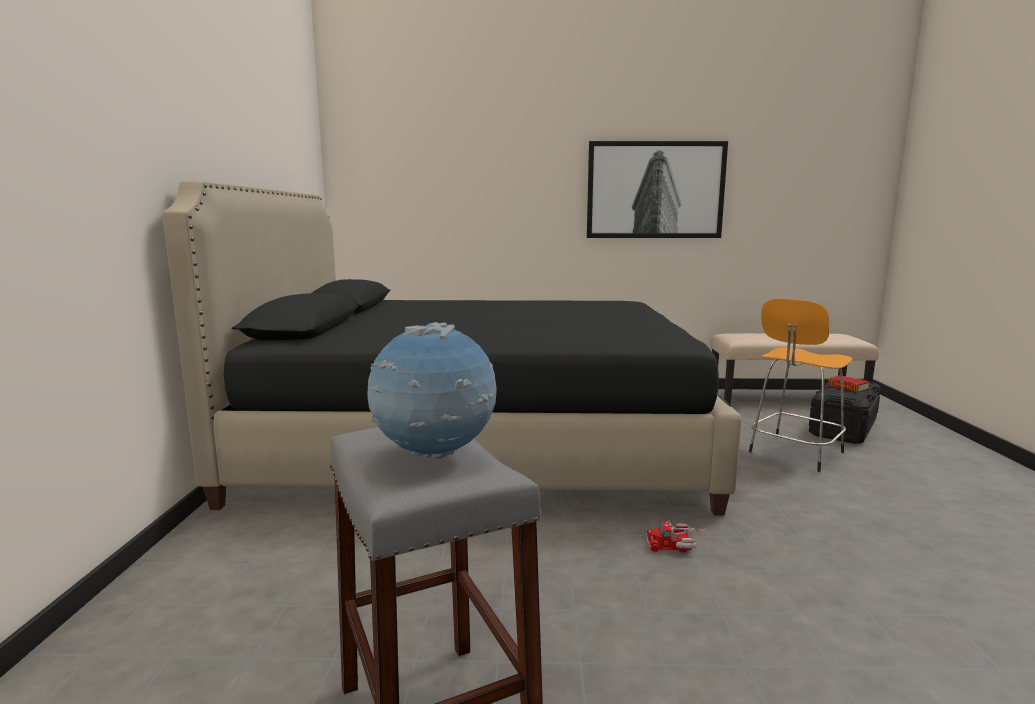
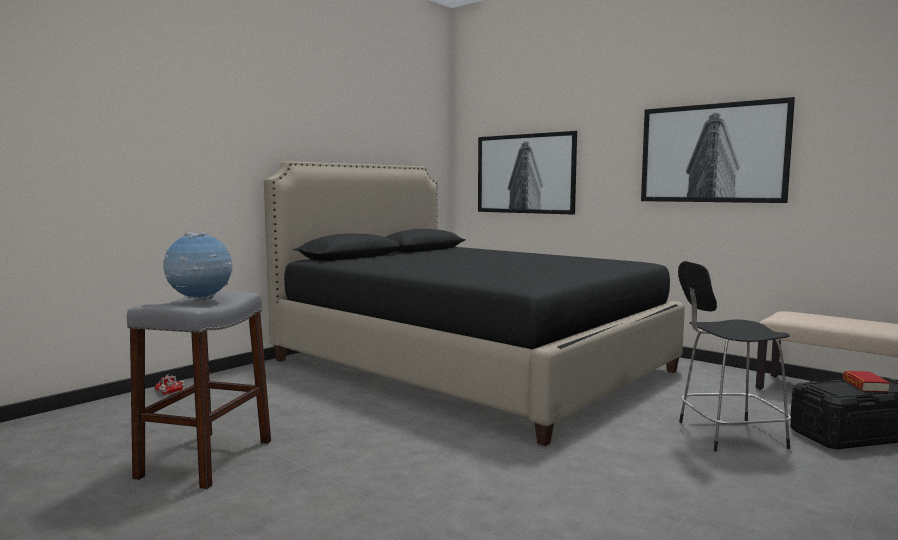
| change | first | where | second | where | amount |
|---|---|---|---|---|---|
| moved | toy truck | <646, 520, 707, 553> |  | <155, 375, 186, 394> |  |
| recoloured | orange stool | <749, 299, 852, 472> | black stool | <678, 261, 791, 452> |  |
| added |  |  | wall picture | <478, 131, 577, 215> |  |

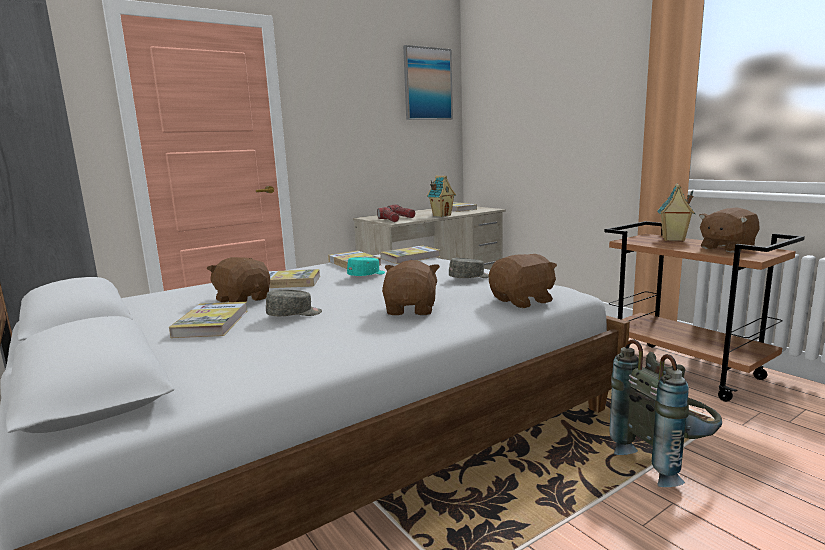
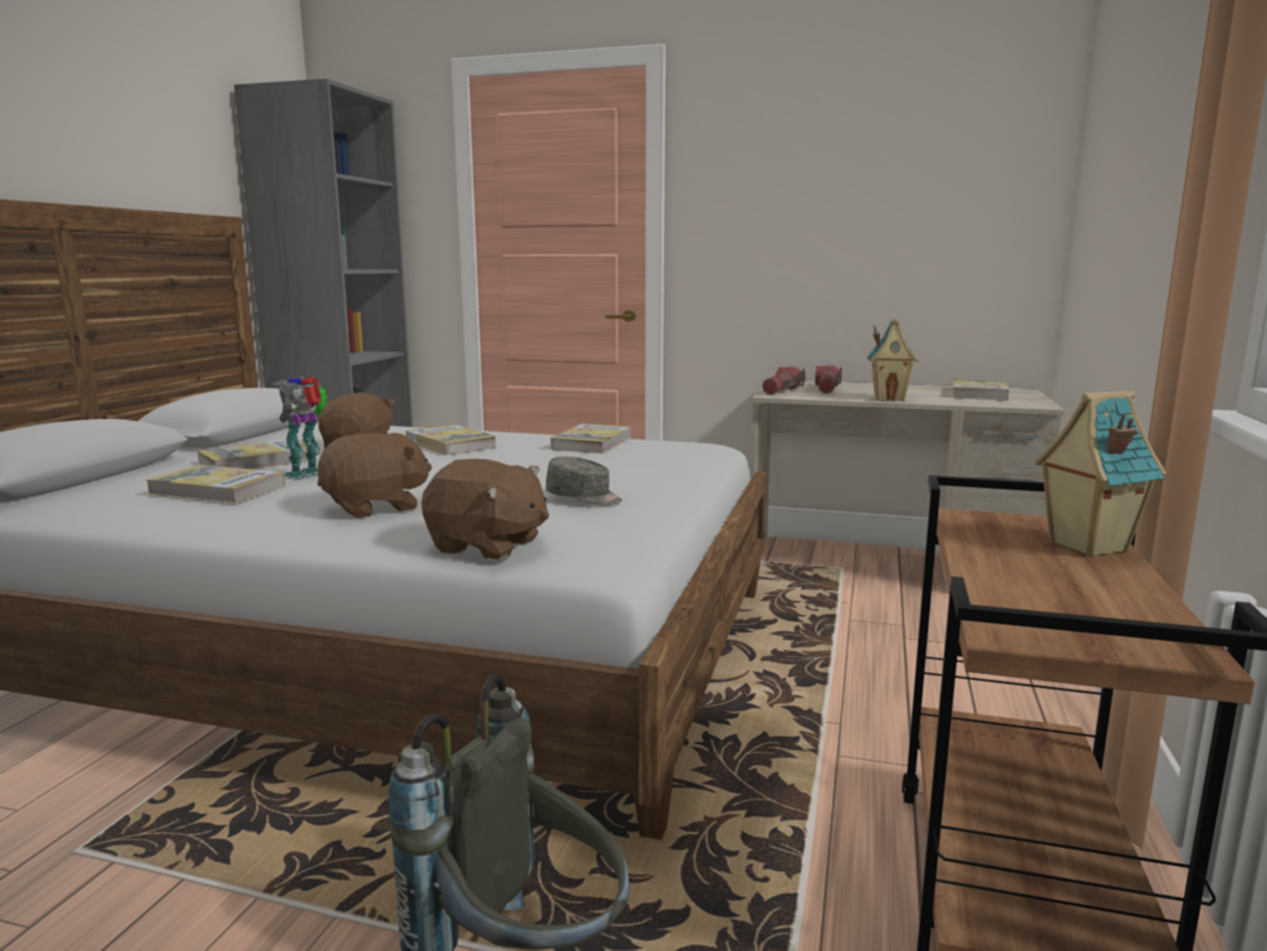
| change | first | where | second | where | amount |
|---|---|---|---|---|---|
| replaced | grey cap | <266, 290, 322, 316> | toy robot | <272, 376, 327, 480> |  |
| removed | blue-green cap | <347, 257, 385, 276> |  |  |  |
| moved | volume | <380, 245, 441, 264> |  | <146, 465, 285, 504> |  |
| removed | wall picture | <403, 45, 453, 120> |  |  |  |
| removed | brownish soft toy | <699, 208, 759, 253> |  |  |  |

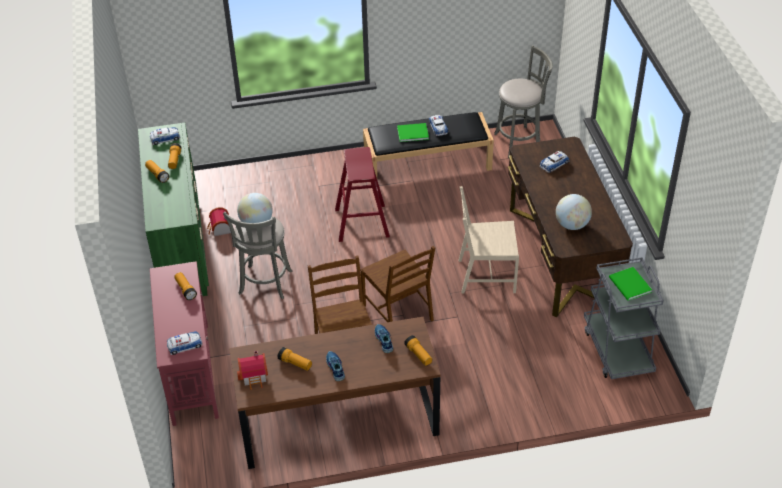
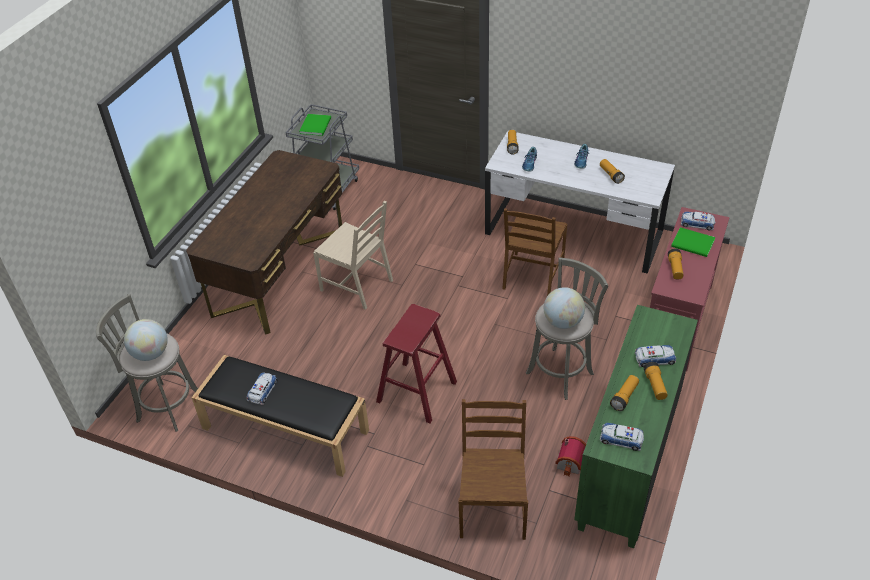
| change | first | where | second | where | amount |
|---|---|---|---|---|---|
| recoloured | brownish desk | <229, 317, 441, 469> | white-coloured desk | <485, 131, 675, 274> |  |
| removed | toy house | <237, 351, 268, 390> |  |  |  |
| moved | brownish chair | <361, 246, 435, 322> |  | <459, 399, 528, 540> |  |
| moved | greenish volume | <397, 123, 429, 142> |  | <671, 227, 715, 257> |  |
| moved | model car | <540, 151, 569, 173> |  | <635, 345, 676, 367> |  |
| moved | world globe | <556, 194, 592, 230> |  | <124, 319, 168, 361> |  |

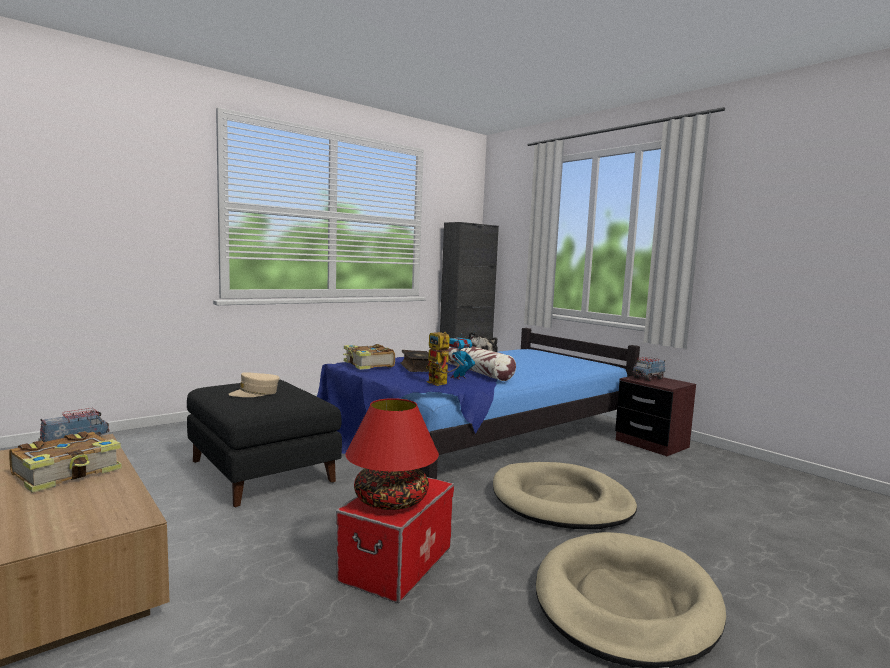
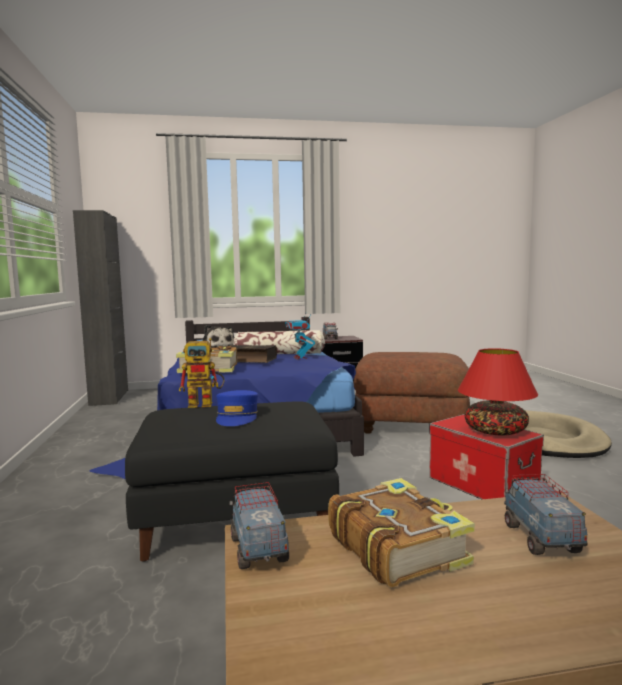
| change | first | where | second | where | amount |
|---|---|---|---|---|---|
| recoloured | sand-coloured cap | <228, 372, 280, 397> | blue cap | <216, 390, 258, 426> |  |
| moved | toy robot | <426, 332, 459, 386> |  | <179, 338, 225, 408> |  |
| replaced | sand-coloured dog cushion | <493, 462, 637, 529> | brownish pouffe | <354, 352, 470, 434> |  |
| added |  |  | toy truck | <504, 474, 588, 555> |  |

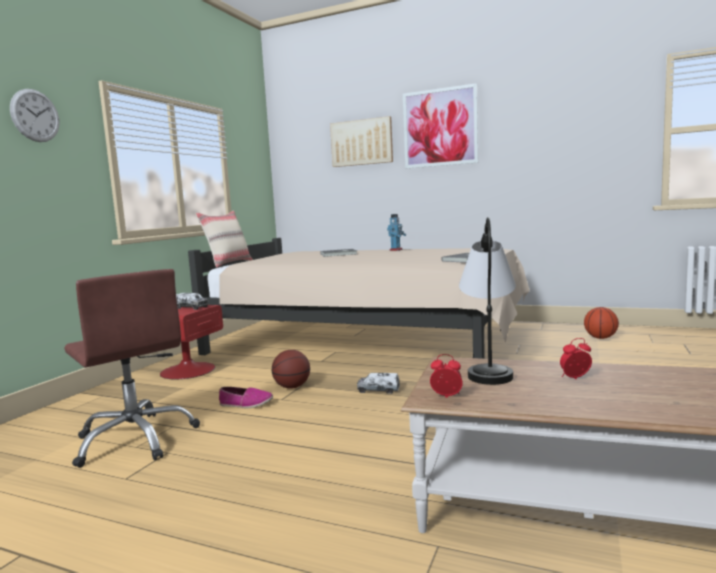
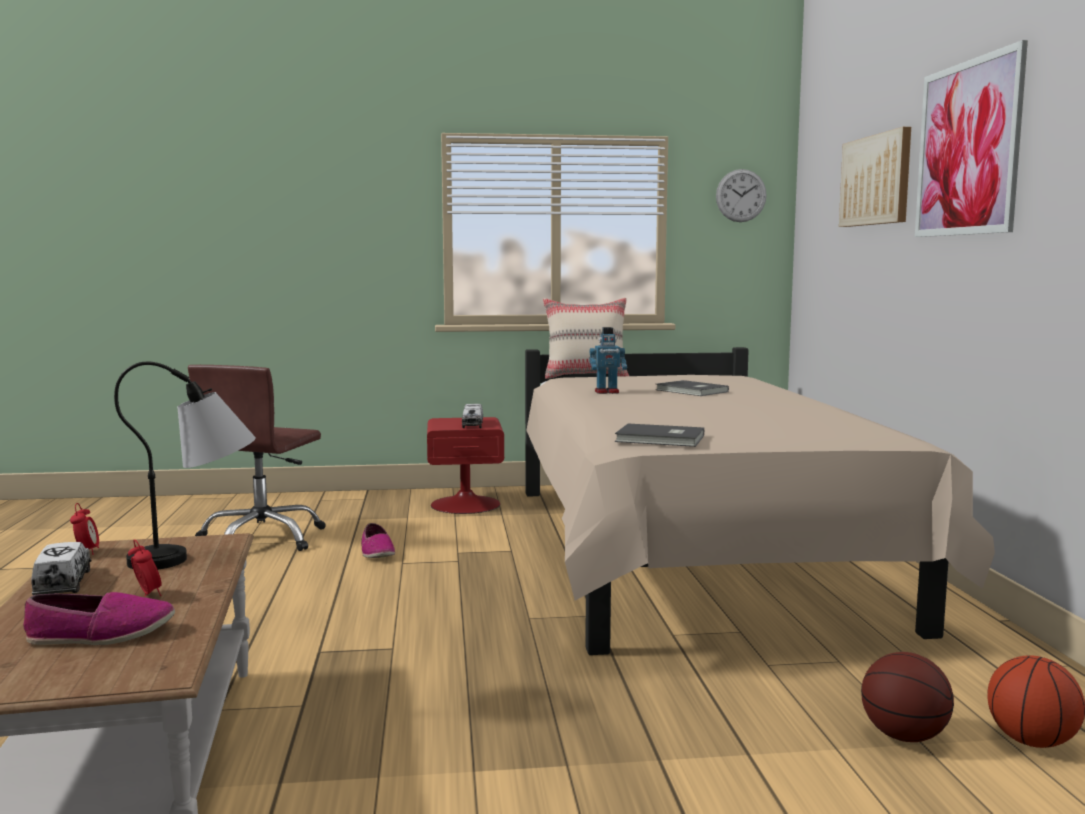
| change | first | where | second | where | amount |
|---|---|---|---|---|---|
| moved | hanging clock | <10, 89, 59, 142> |  | <716, 169, 767, 222> |  |
| moved | ball for basketball | <272, 350, 310, 389> |  | <861, 652, 954, 742> |  |
| moved | toy truck | <357, 373, 400, 394> |  | <32, 542, 91, 595> |  |
| moved | toy robot | <387, 214, 406, 251> |  | <590, 327, 627, 394> |  |
| added |  |  | shoe | <23, 592, 175, 645> |  |

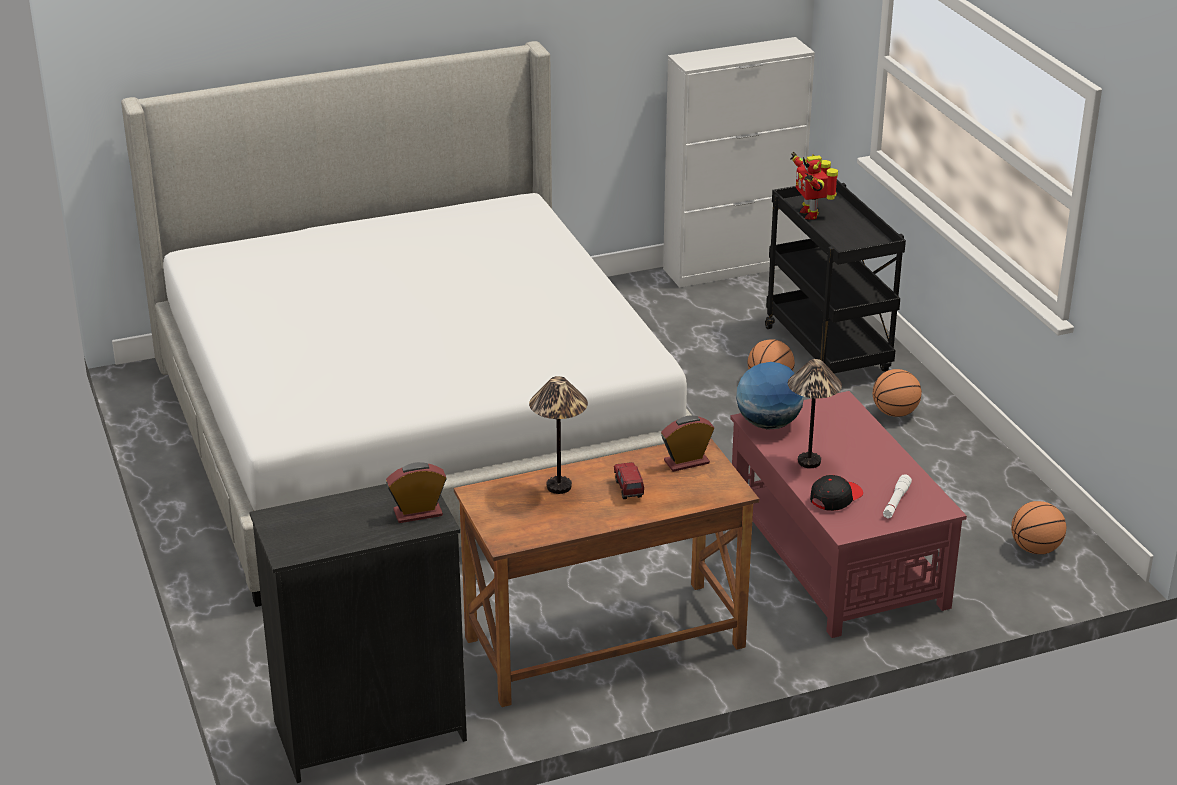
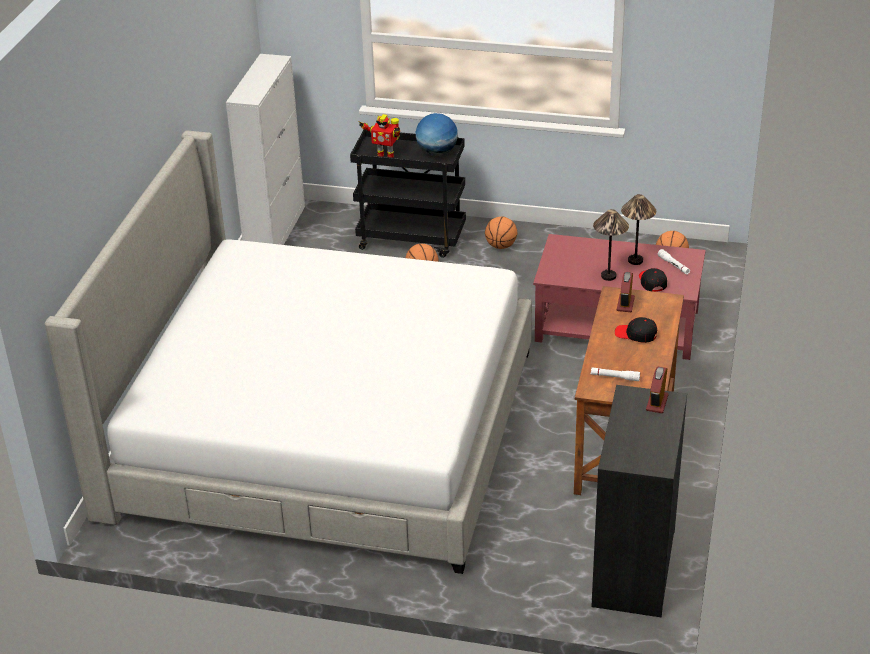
| change | first | where | second | where | amount |
|---|---|---|---|---|---|
| moved | lamp for a table | <529, 376, 588, 494> |  | <621, 194, 656, 265> |  |
| replaced | toy truck | <614, 462, 644, 499> | black cap | <615, 317, 657, 343> |  |
| moved | world globe | <736, 362, 804, 430> |  | <415, 113, 458, 156> |  |
| added |  |  | white-coloured hand torch | <591, 367, 640, 381> |  |

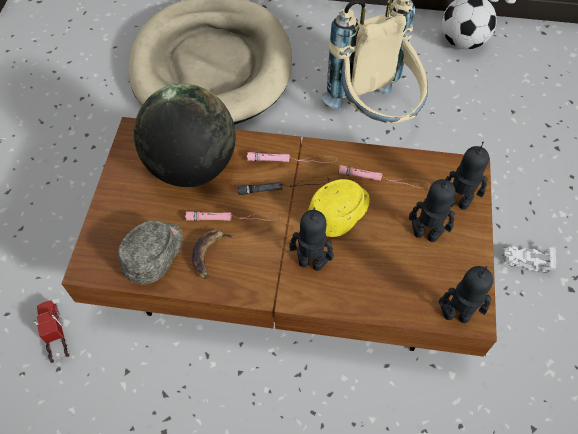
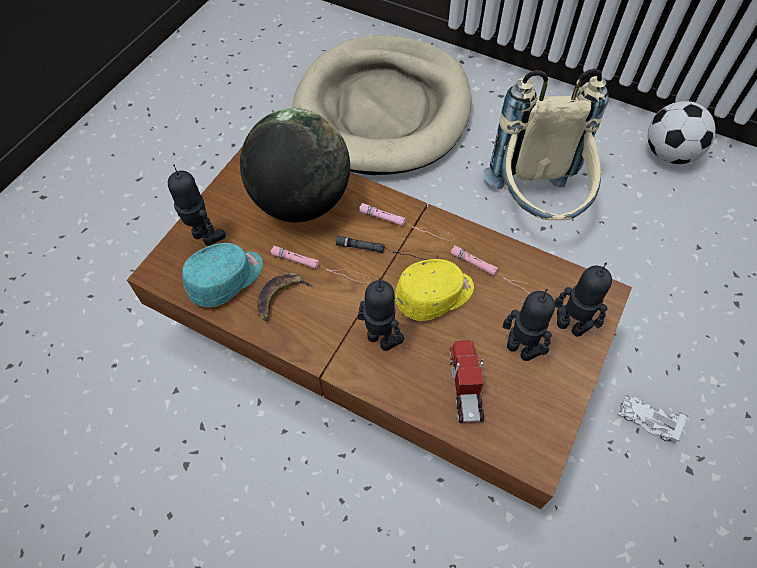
| change | first | where | second | where | amount |
|---|---|---|---|---|---|
| moved | toy truck | <33, 300, 70, 363> |  | <449, 340, 484, 423> |  |
| recoloured | grey cap | <118, 220, 183, 284> | blue-green cap | <182, 243, 263, 307> |  |
| moved | toy robot | <439, 266, 493, 323> |  | <168, 164, 226, 246> |  |

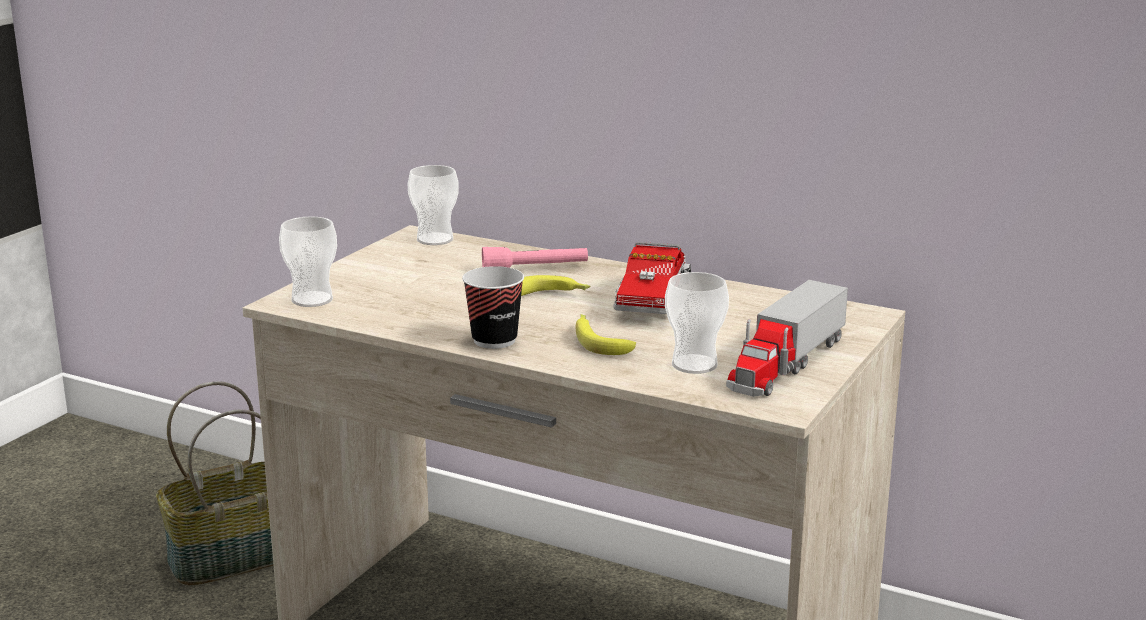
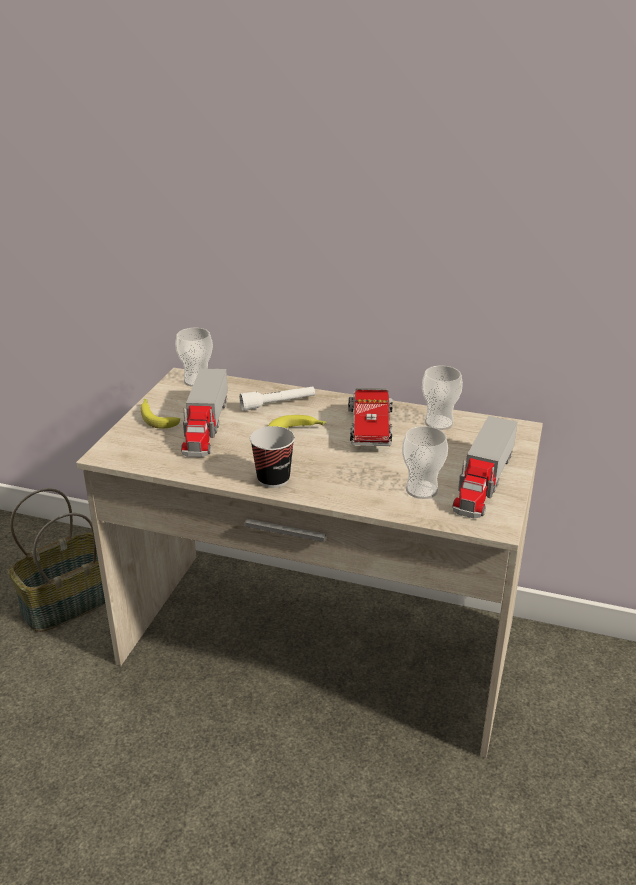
| change | first | where | second | where | amount |
|---|---|---|---|---|---|
| moved | drinking cup | <279, 217, 337, 307> |  | <422, 365, 463, 430> |  |
| recoloured | pink hand torch | <482, 247, 588, 268> | white-coloured hand torch | <239, 386, 315, 411> |  |
| moved | whole banana | <576, 314, 636, 355> |  | <141, 399, 180, 429> |  |
| added |  |  | toy truck | <181, 368, 228, 457> |  |

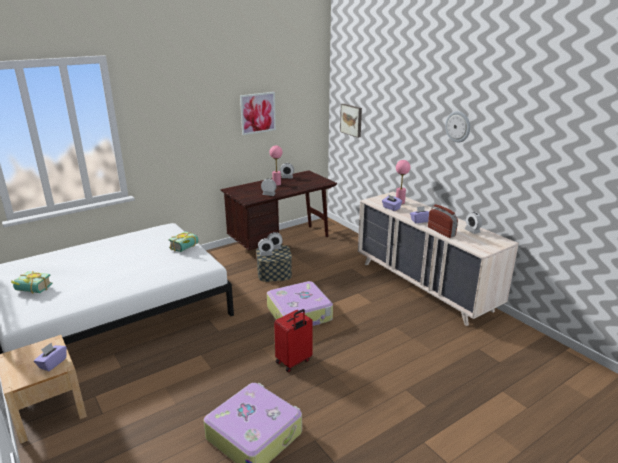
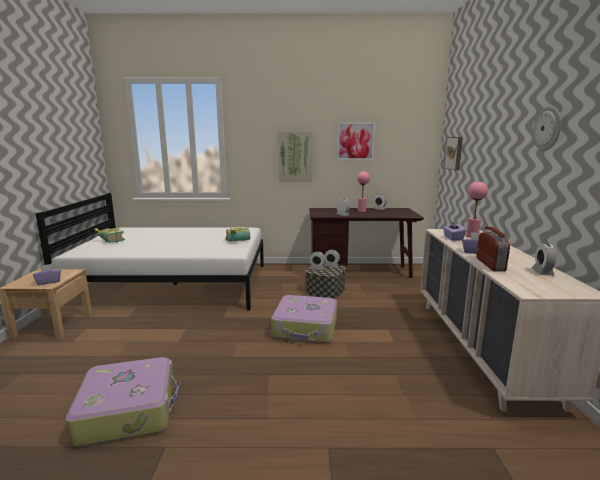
| change | first | where | second | where | amount |
|---|---|---|---|---|---|
| removed | reddish travel case | <274, 309, 313, 372> |  |  |  |
| added |  |  | wall picture | <278, 131, 312, 182> |  |

